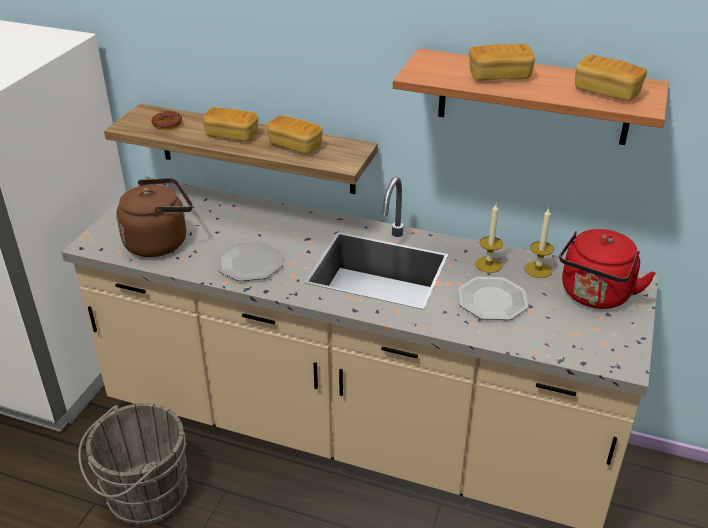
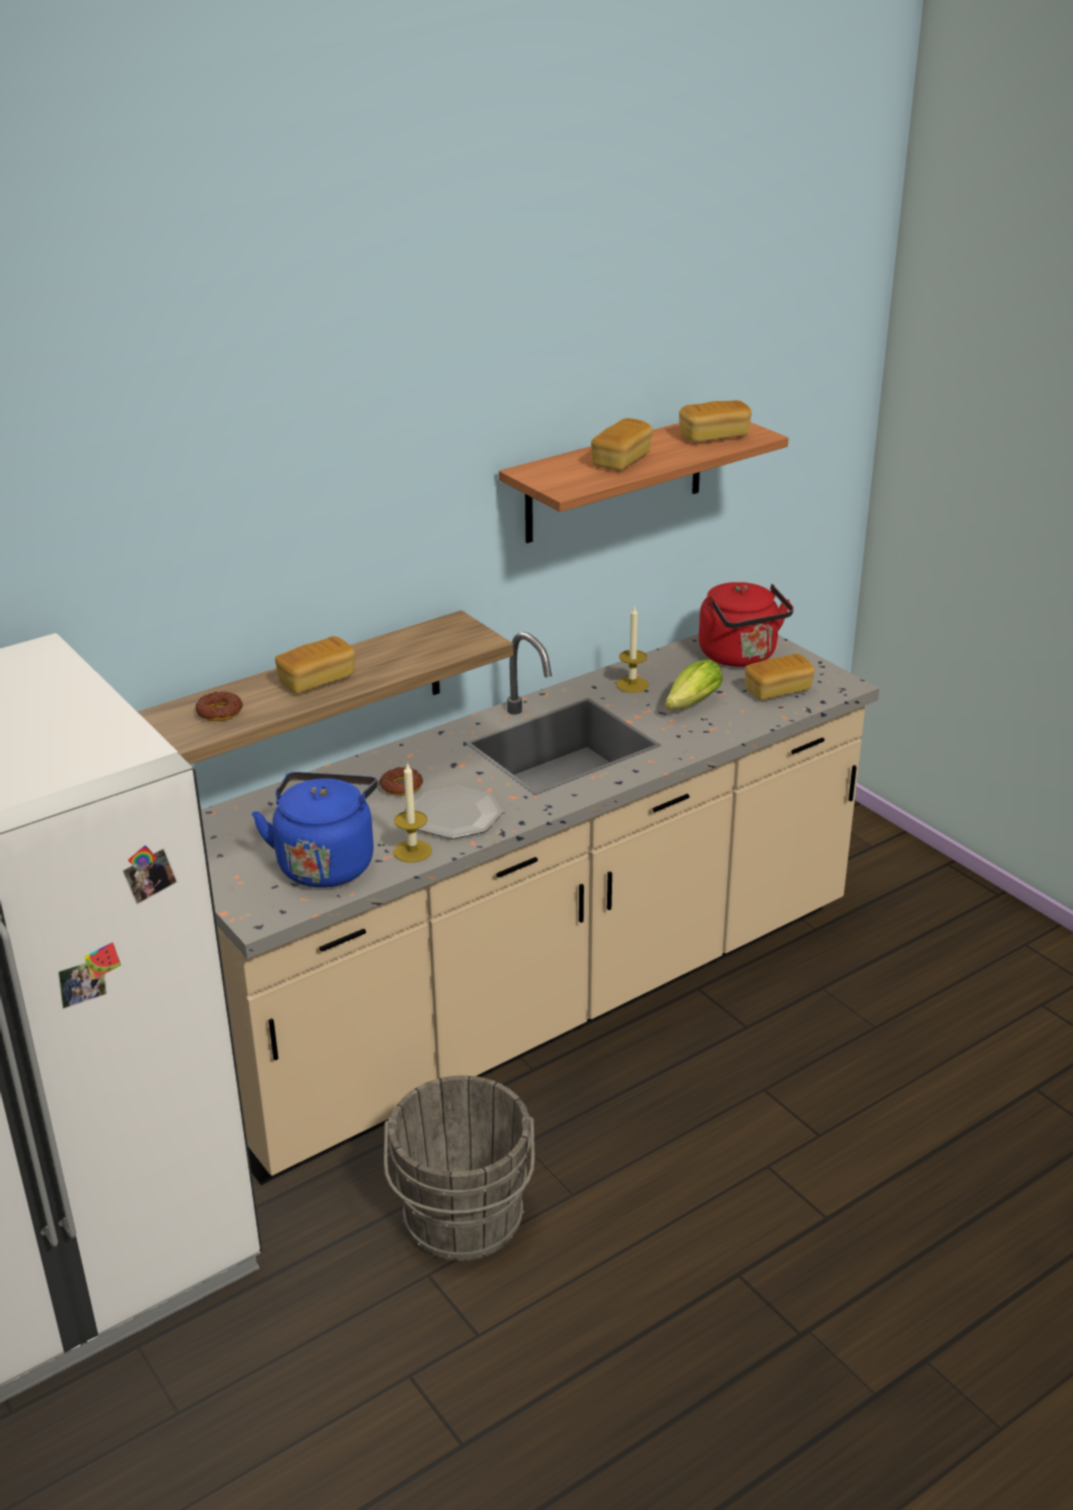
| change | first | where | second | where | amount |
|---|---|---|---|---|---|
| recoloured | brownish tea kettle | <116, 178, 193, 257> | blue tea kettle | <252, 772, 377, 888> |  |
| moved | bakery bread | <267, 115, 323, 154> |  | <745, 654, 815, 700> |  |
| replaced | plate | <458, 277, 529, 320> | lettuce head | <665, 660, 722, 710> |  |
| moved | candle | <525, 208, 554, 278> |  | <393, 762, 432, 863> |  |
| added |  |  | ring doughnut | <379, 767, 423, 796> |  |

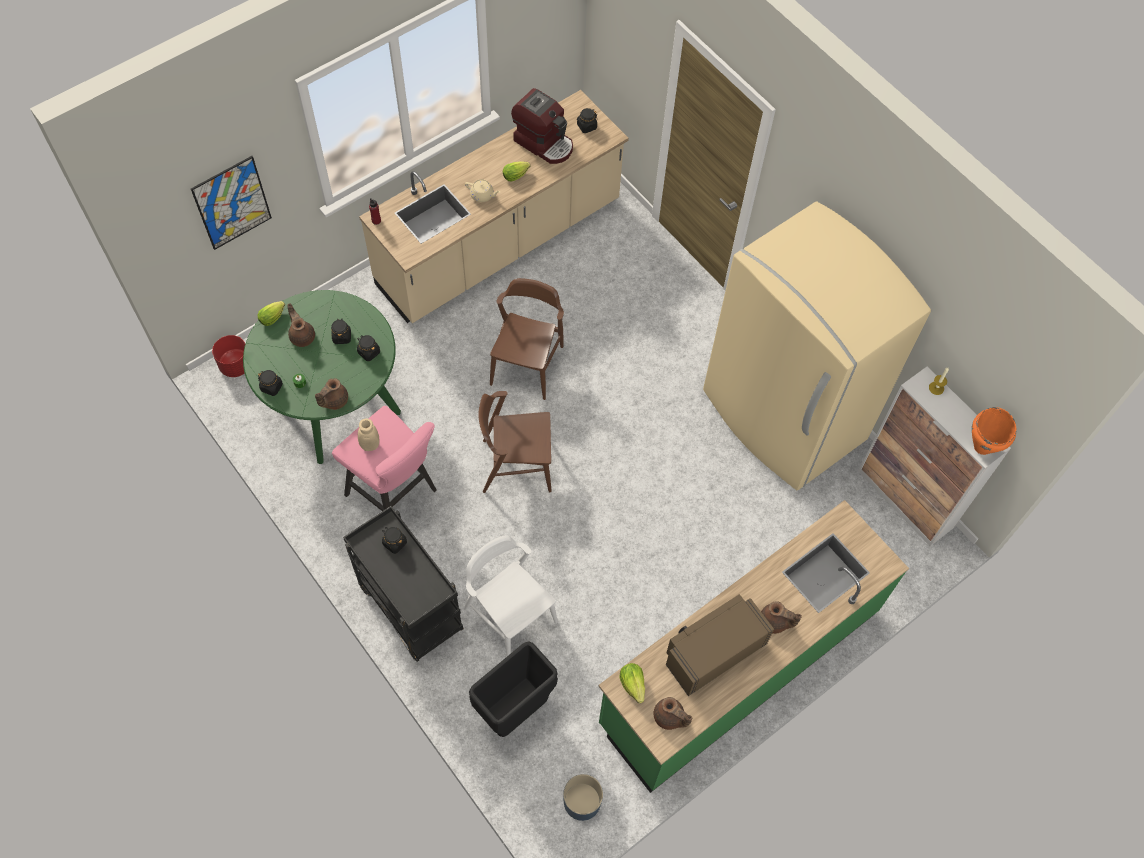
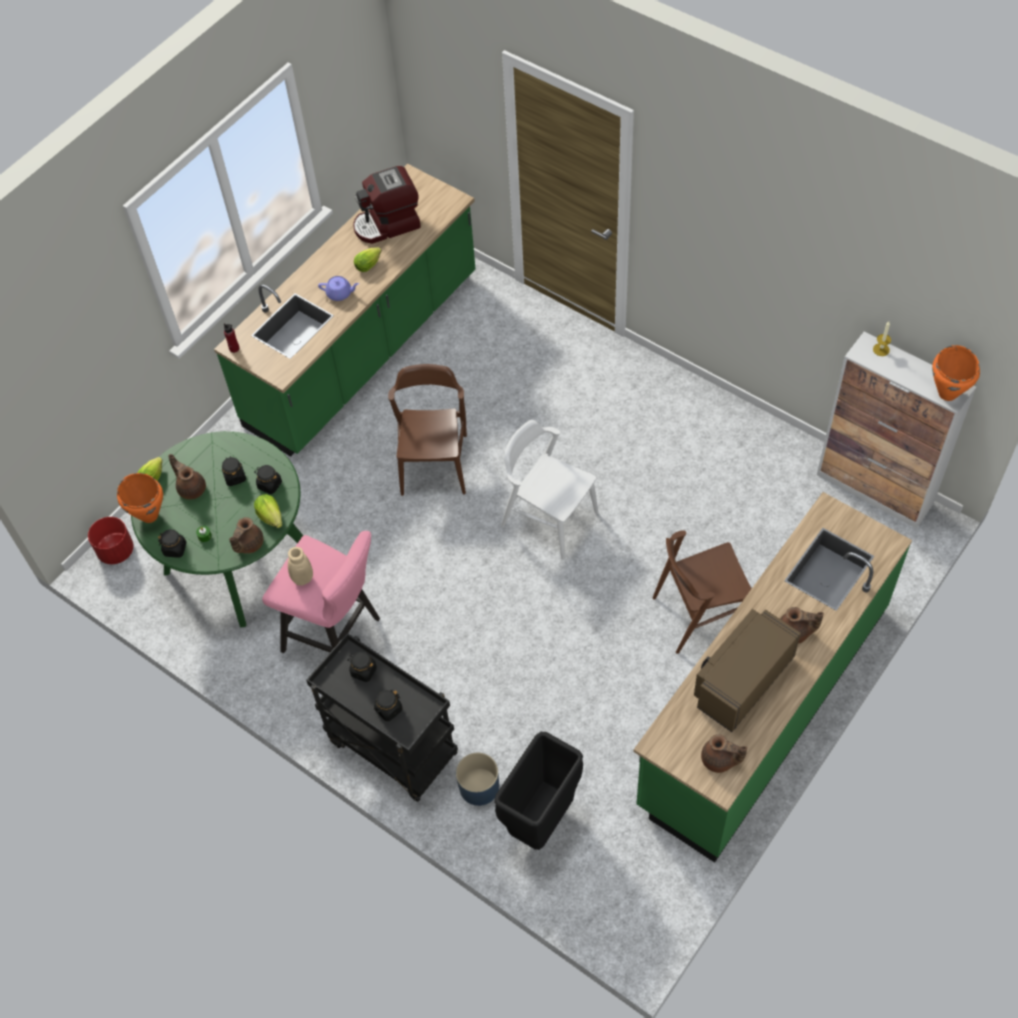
| change | first | where | second | where | amount |
|---|---|---|---|---|---|
| removed | wall picture | <191, 156, 272, 250> |  |  |  |
| recoloured | sand-coloured kitchen base unit | <359, 90, 629, 323> | greenish kitchen base unit | <214, 164, 476, 457> |  |
| moved | white-coloured chair | <464, 535, 558, 656> |  | <501, 420, 598, 560> |  |
| recoloured | sand-coloured pot for tea | <465, 179, 500, 202> | purple pot for tea | <318, 276, 359, 301> |  |
| moved | brownish chair | <479, 391, 552, 493> |  | <653, 530, 752, 654> |  |
| turned | coffee machine | <511, 88, 573, 164> |  | <353, 166, 421, 244> | 135 degrees clockwise |
| moved | blue planter | <563, 774, 603, 821> |  | <456, 753, 499, 806> |  |
| moved | black preserve jar | <577, 108, 597, 133> |  | <374, 689, 402, 721> |  |
| moved | lettuce head | <619, 663, 645, 703> |  | <254, 494, 282, 528> |  |
| removed | sand-coloured refrigerator | <703, 201, 931, 490> |  |  |  |
| added |  |  | orange saucepot | <117, 473, 163, 523> |  |

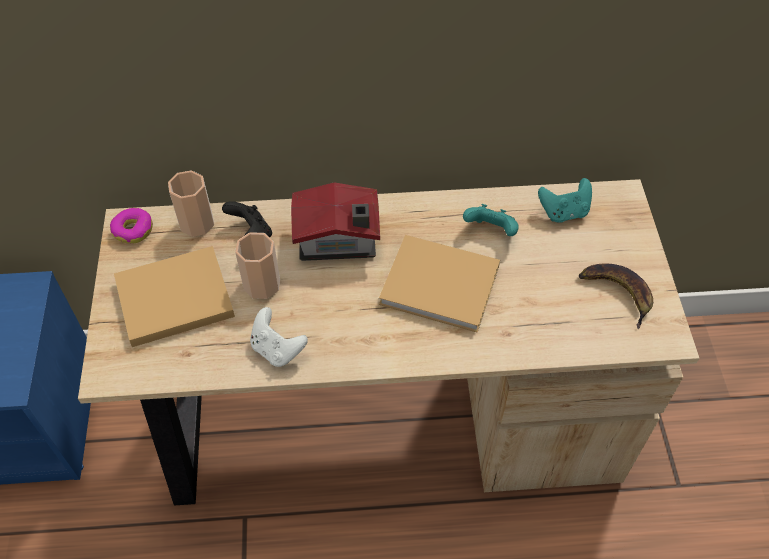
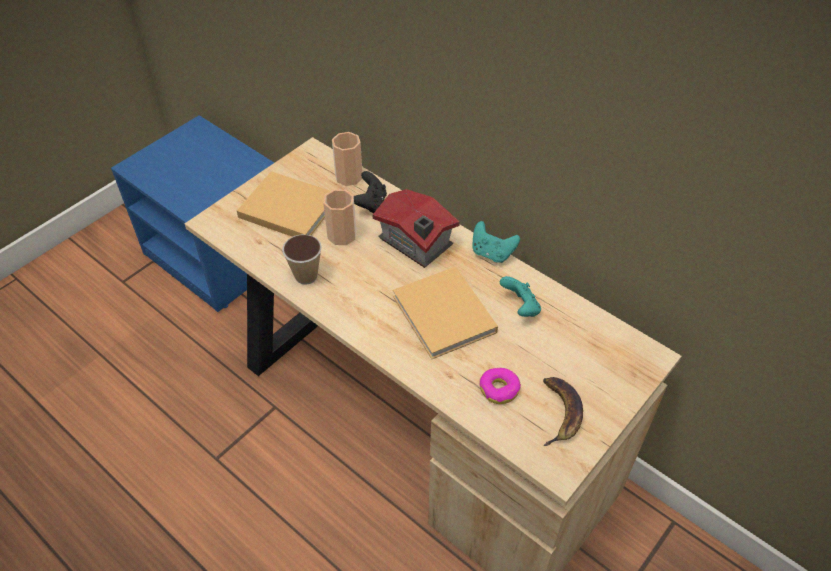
| change | first | where | second | where | amount |
|---|---|---|---|---|---|
| moved | ring doughnut | <110, 208, 153, 244> |  | <479, 368, 521, 404> |  |
| replaced | white-coloured joypad | <250, 307, 308, 367> | drinking cup | <282, 234, 322, 285> |  |
| moved | blue-green joypad | <538, 178, 592, 223> |  | <472, 221, 520, 263> |  |

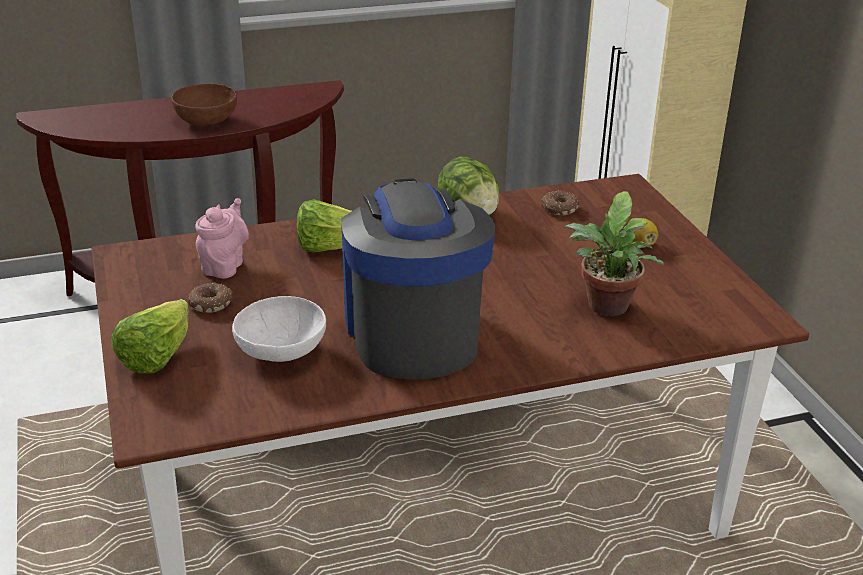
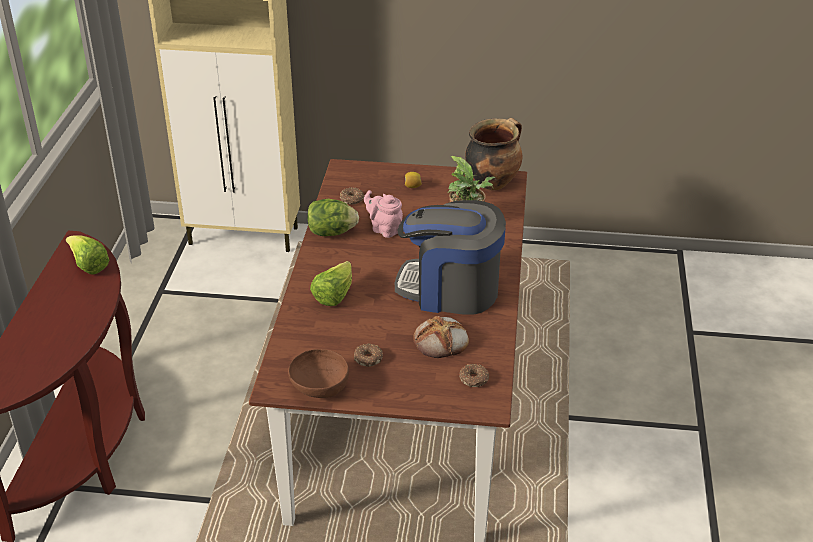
| change | first | where | second | where | amount |
|---|---|---|---|---|---|
| moved | lettuce head | <111, 299, 188, 374> |  | <66, 235, 110, 275> |  |
| moved | brownish bowl | <171, 84, 237, 126> |  | <288, 349, 349, 398> |  |
| moved | pink pot for tea | <195, 198, 249, 279> |  | <364, 190, 403, 238> |  |
| replaced | white-coloured bowl | <232, 296, 326, 362> | bakery bread | <413, 316, 469, 358> |  |
| added |  |  | ring doughnut | <459, 364, 489, 387> |  |
| added |  |  | saucepot | <465, 118, 523, 190> |  |

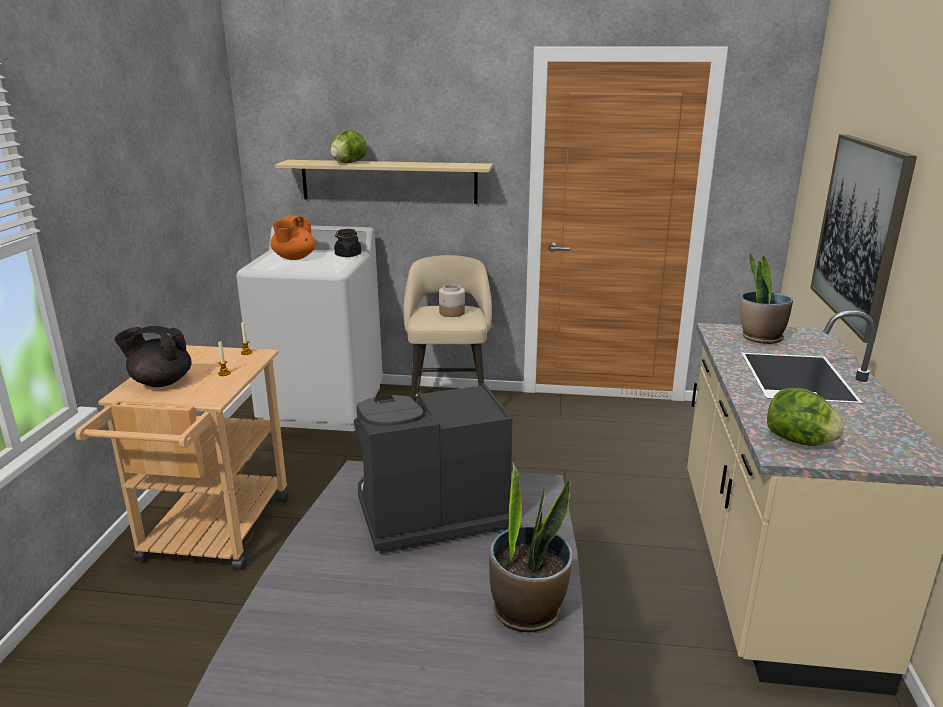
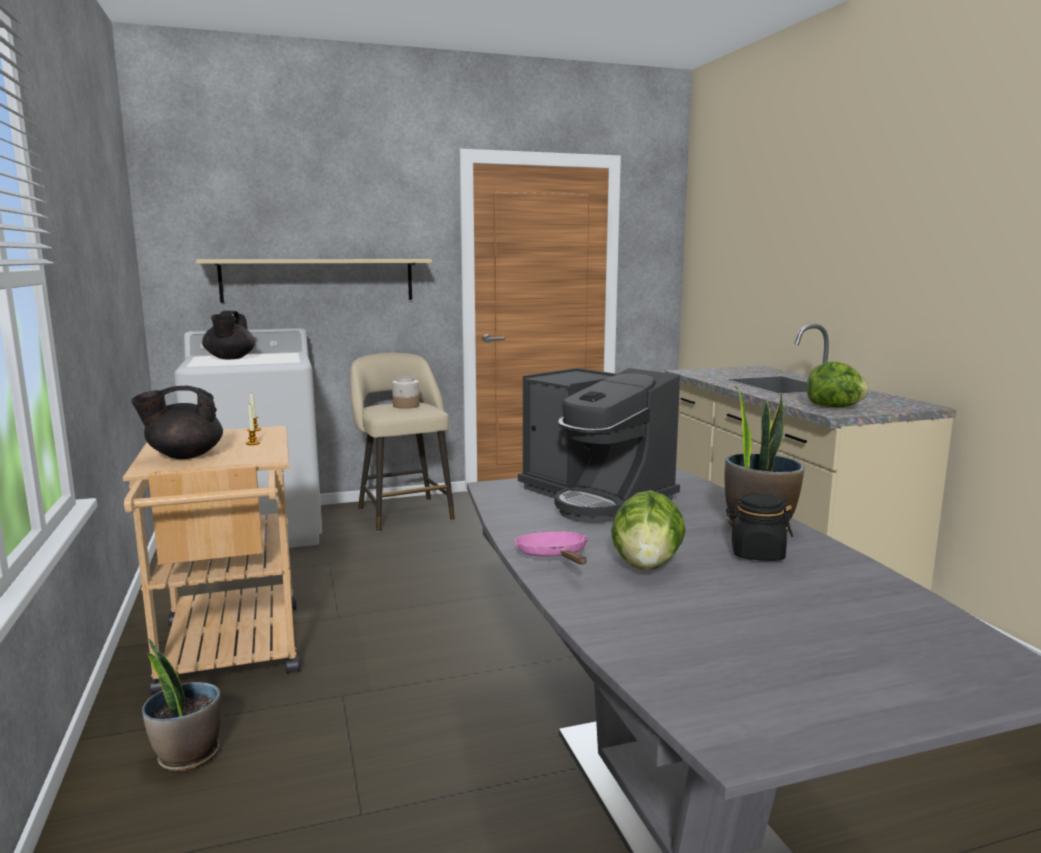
| change | first | where | second | where | amount |
|---|---|---|---|---|---|
| recoloured | orange pot for tea | <270, 215, 316, 260> | black pot for tea | <202, 310, 255, 359> |  |
| moved | lettuce head | <330, 130, 367, 163> |  | <611, 490, 686, 570> |  |
| moved | black preserve jar | <334, 229, 361, 257> |  | <726, 493, 793, 561> |  |
| turned | coffee machine | <354, 383, 513, 554> |  | <518, 368, 680, 523> | 90 degrees counterclockwise |
| moved | plant in a pot | <740, 253, 793, 344> |  | <142, 638, 221, 772> |  |
| removed | wall picture | <810, 134, 917, 343> |  |  |  |
| added |  |  | pink frying pan | <515, 531, 588, 564> |  |

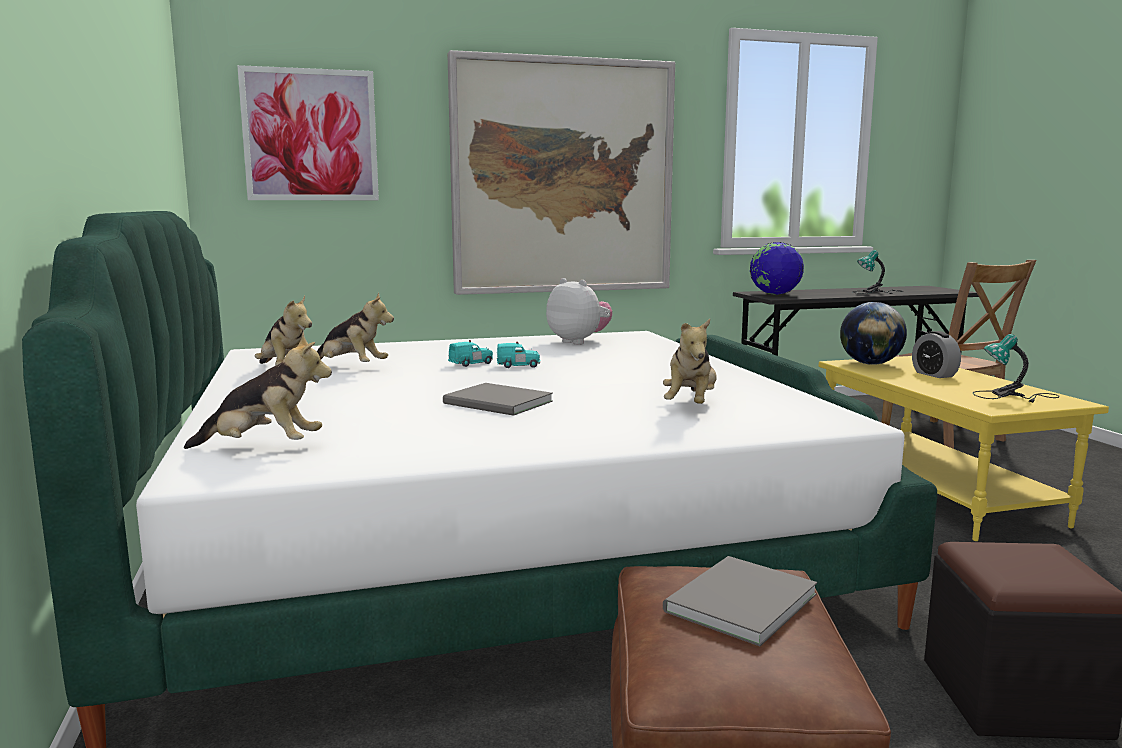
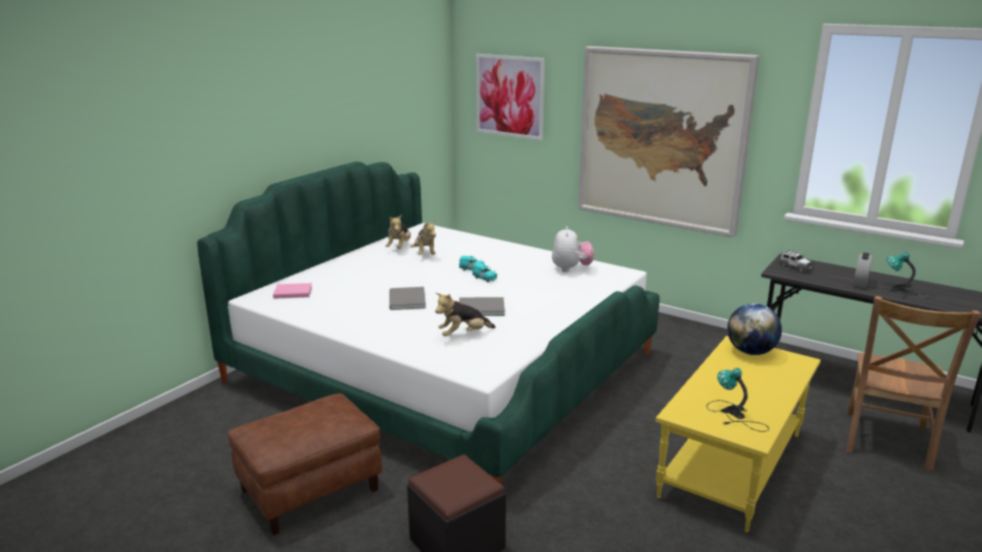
| change | first | where | second | where | amount |
|---|---|---|---|---|---|
| replaced | soft toy | <184, 334, 332, 449> | pink volume | <273, 283, 312, 299> |  |
| moved | grey volume | <663, 556, 817, 646> |  | <459, 297, 505, 316> |  |
| replaced | world globe | <750, 242, 804, 295> | model car | <779, 250, 814, 273> |  |
| moved | bedside clock | <912, 331, 961, 378> |  | <853, 253, 873, 288> |  |

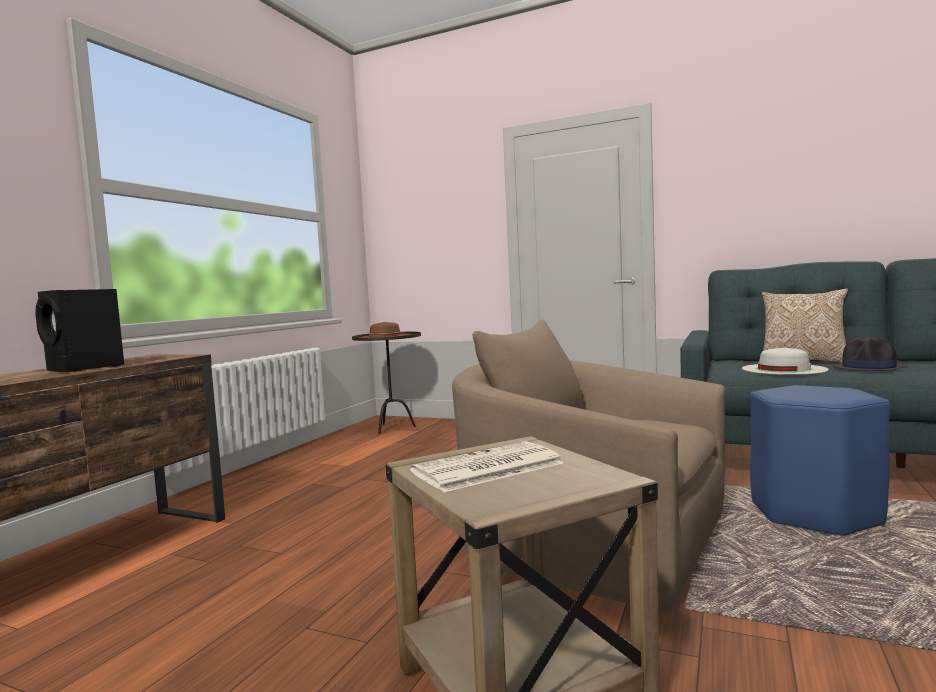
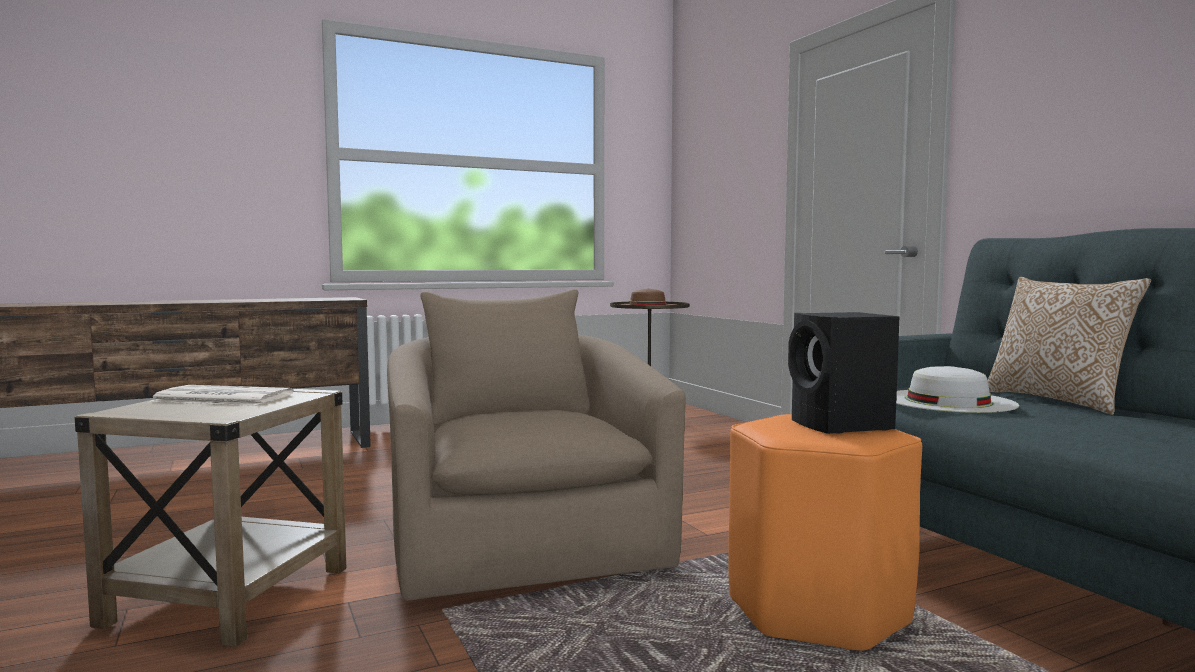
| change | first | where | second | where | amount |
|---|---|---|---|---|---|
| moved | black audio speaker | <35, 289, 124, 372> |  | <788, 312, 899, 434> |  |
| recoloured | blue stool | <750, 385, 890, 536> | orange stool | <728, 414, 922, 651> |  |
| removed | black wearable hat | <832, 337, 908, 371> |  |  |  |

